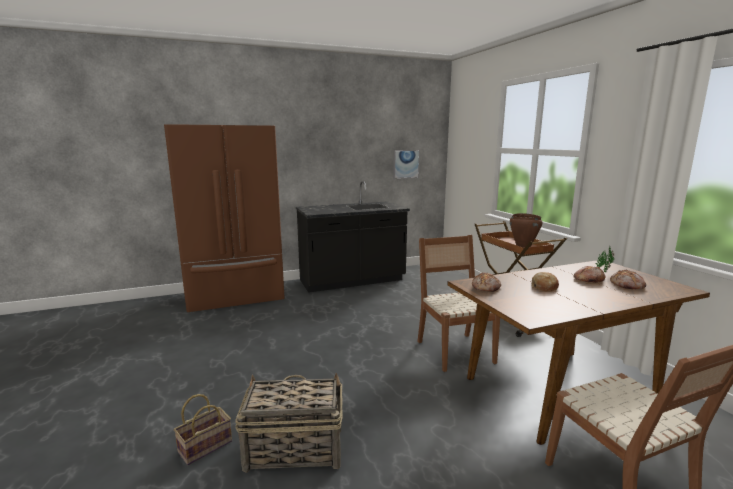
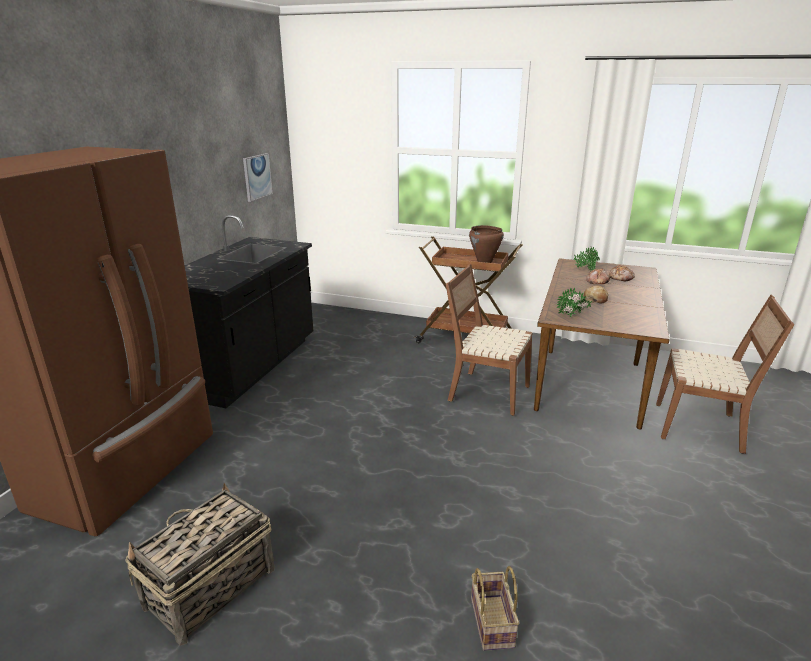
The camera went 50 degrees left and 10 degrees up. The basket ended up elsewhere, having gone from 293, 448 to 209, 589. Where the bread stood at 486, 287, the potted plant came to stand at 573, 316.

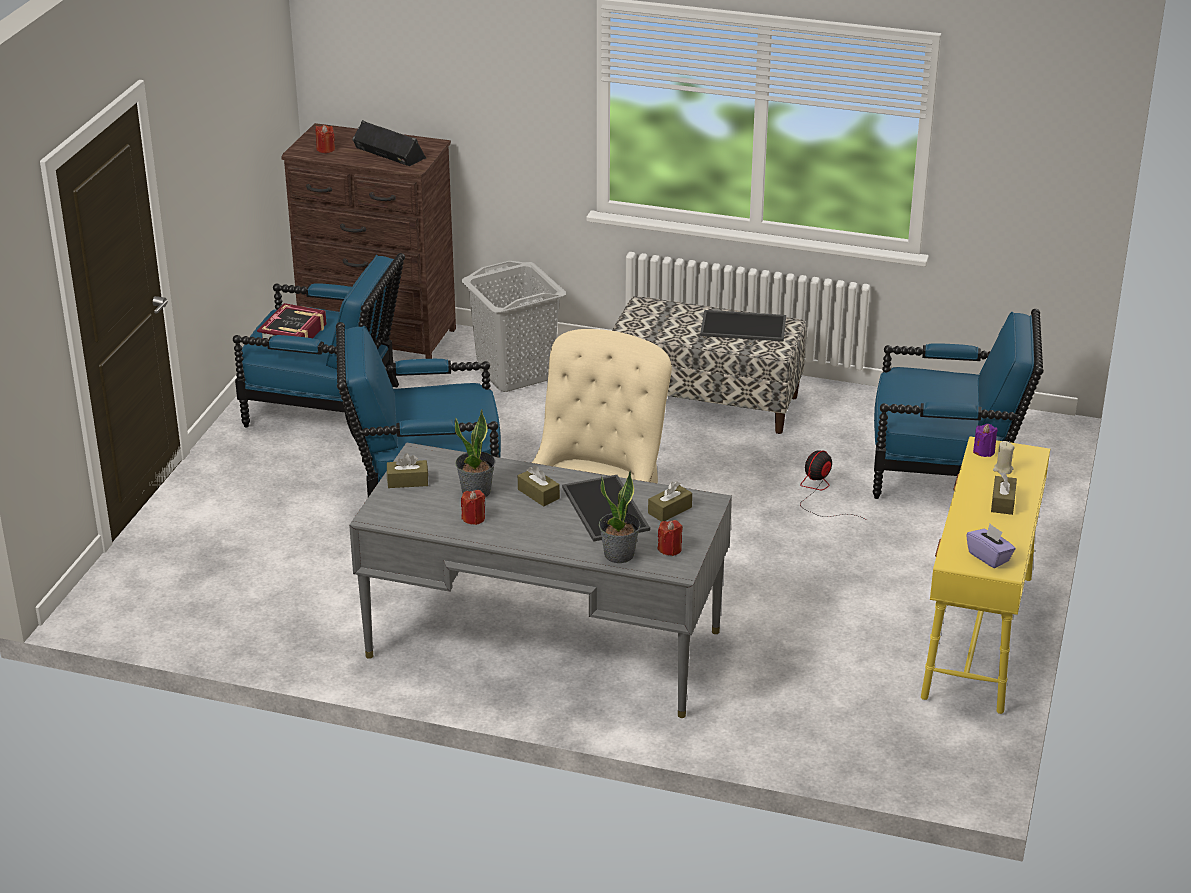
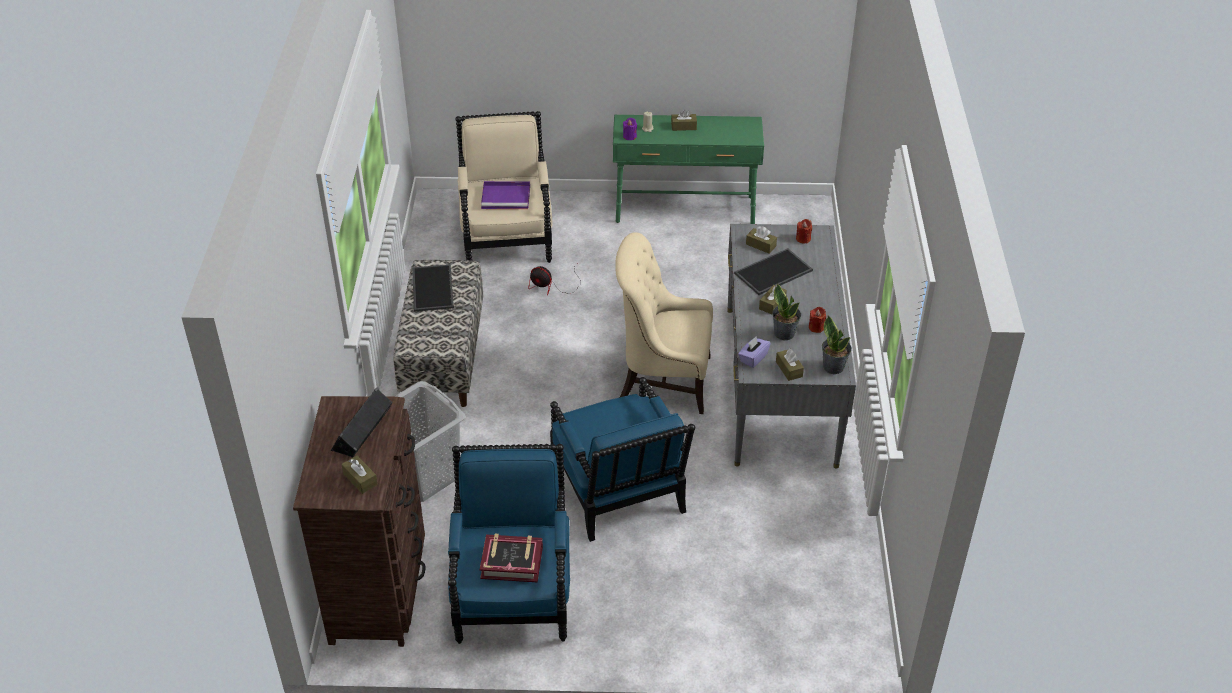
The camera went 105 degrees left and 10 degrees up. The second view gained the purple tray at 507, 197. The potted plant ended up elsewhere, having gone from 619, 555 to 833, 366. The purple tissue box ended up elsewhere, having gone from 989, 557 to 753, 358. Where the red candle stood at 325, 149, the brown tissue box came to stand at 360, 479. What was the blue armchair at 947, 472 turned into the beige armchair at 507, 234. What was the yellow console table at 976, 637 turned into the green console table at 685, 210.

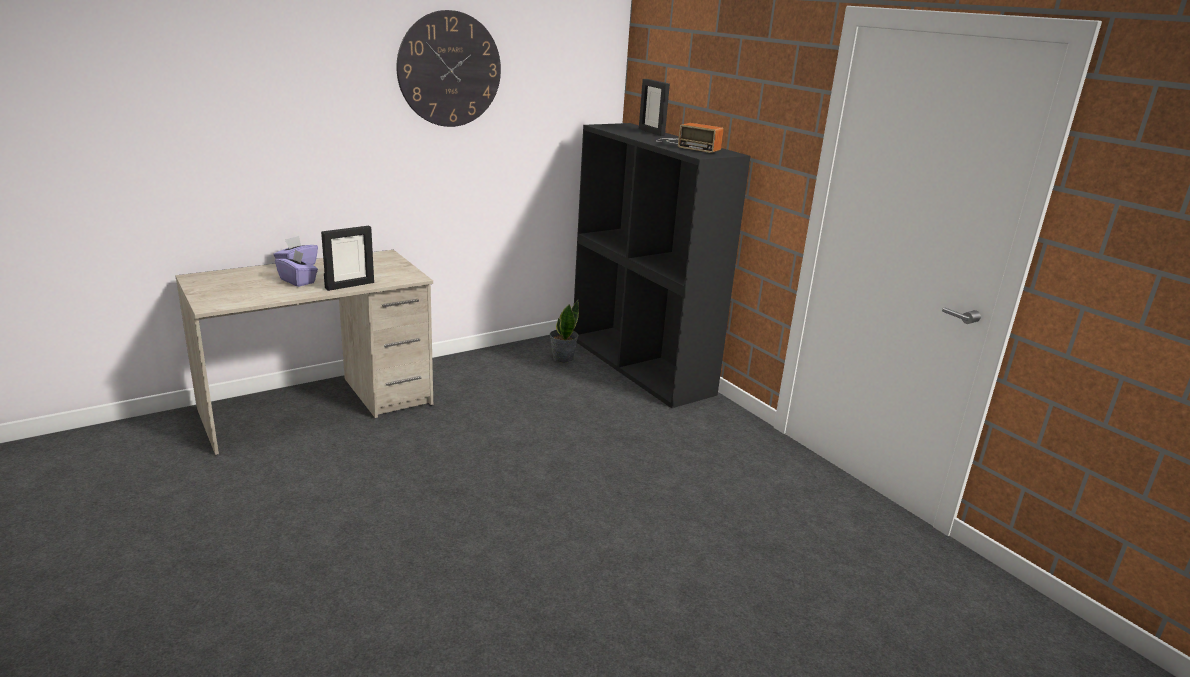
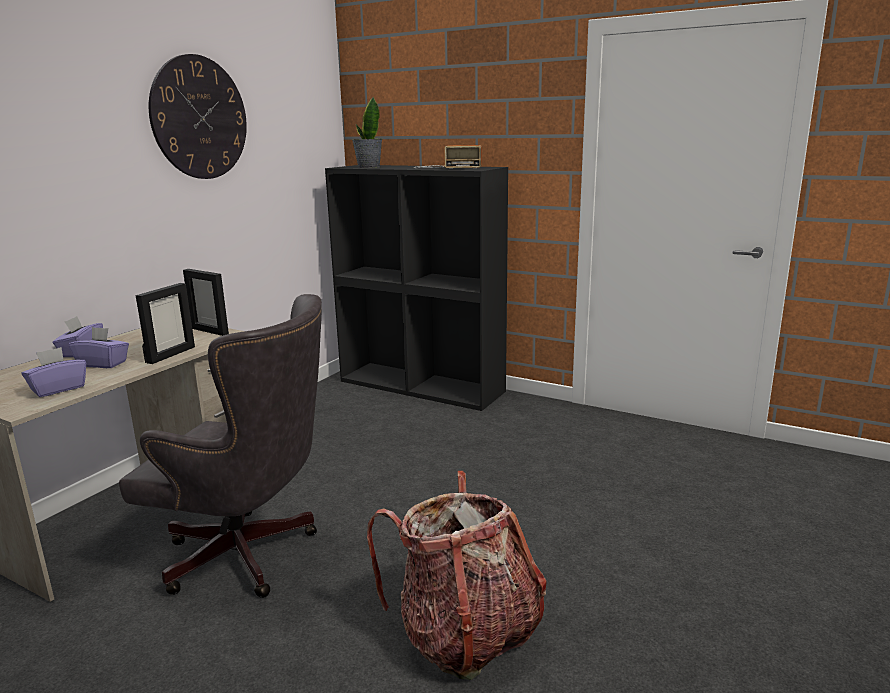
The camera went 25 degrees left and 5 degrees down. The second view gained the purple tissue box at 58, 389. The second view gained the grey office chair at 248, 556. The second view gained the backpack at 465, 634. The potted plant ended up elsewhere, having gone from 562, 358 to 368, 167. The picture frame ended up elsewhere, having gone from 652, 132 to 210, 331.

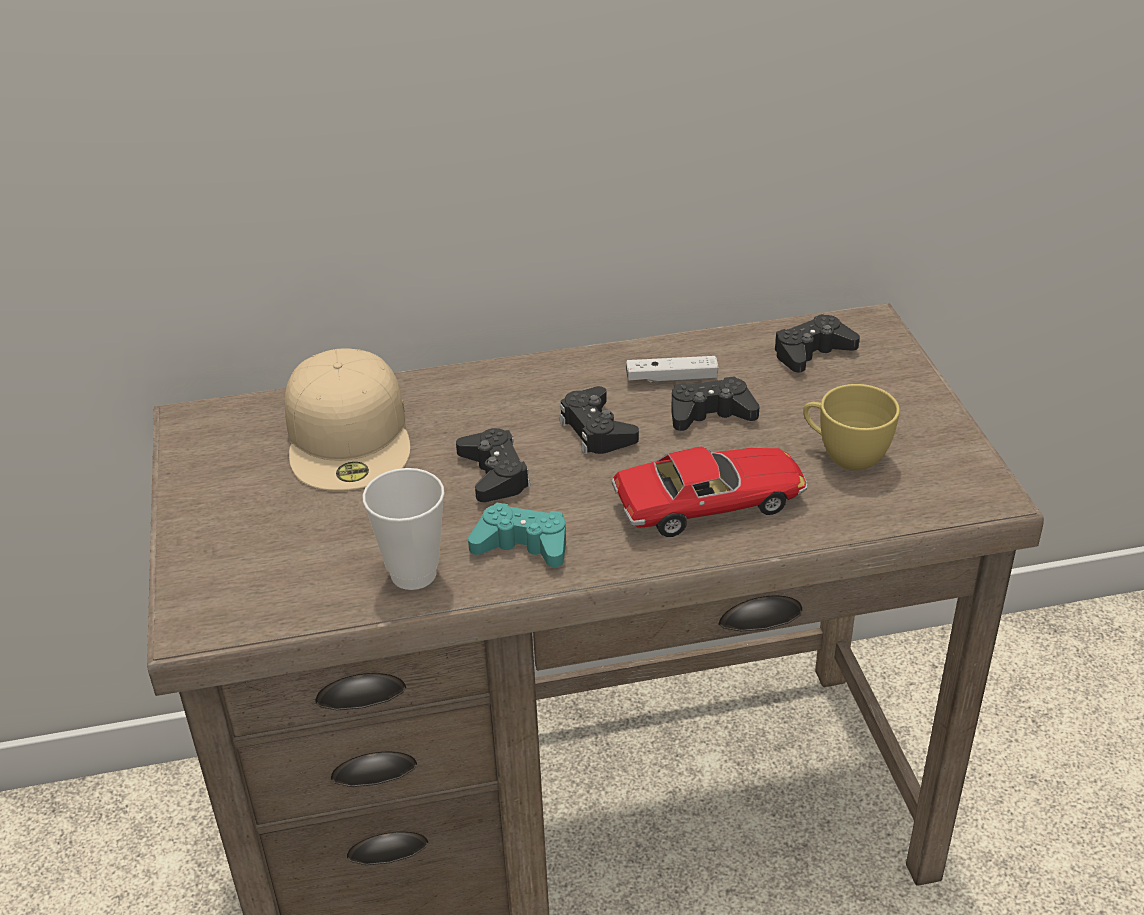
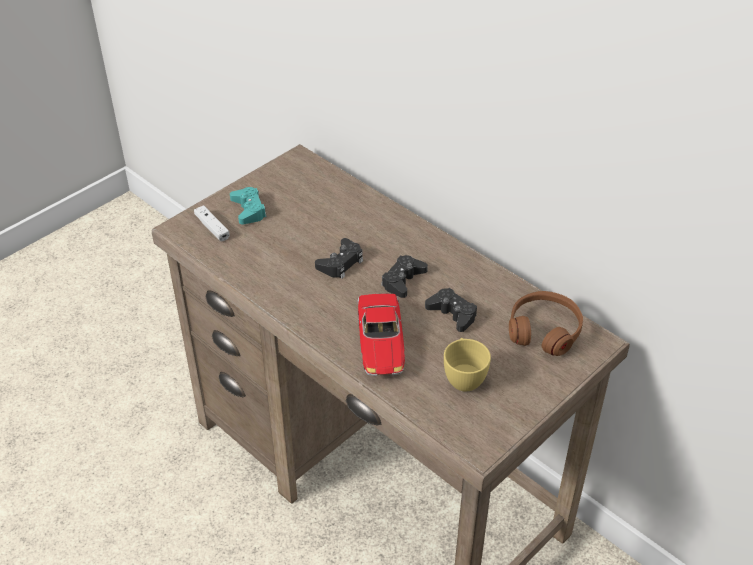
The camera went 55 degrees right and 5 degrees up. The second view lost the beige cap at 350, 436. The second view lost the cup at 413, 574. The turquoise game controller ended up elsewhere, having gone from 522, 545 to 249, 210. The white game controller ended up elsewhere, having gone from 671, 379 to 212, 228. Where the black game controller stood at 812, 352, the brown headphones came to stand at 544, 330. The toy car at 710, 504 ended up facing another way, 45 degrees clockwise from before.

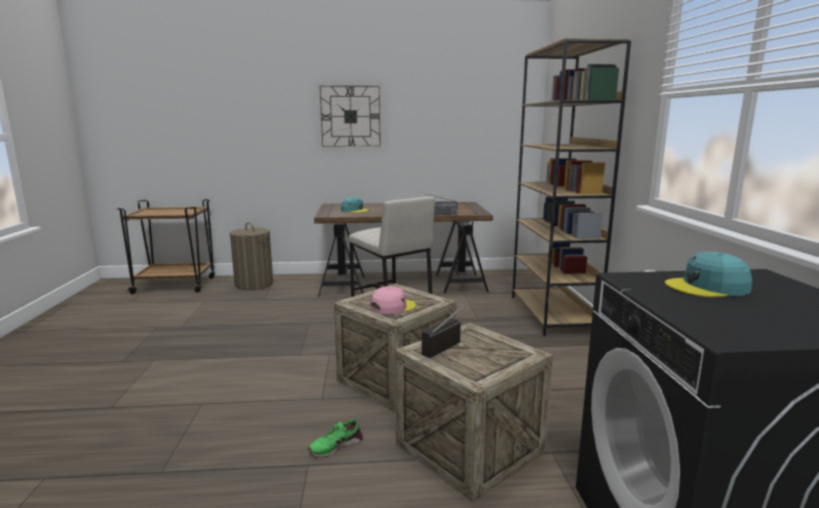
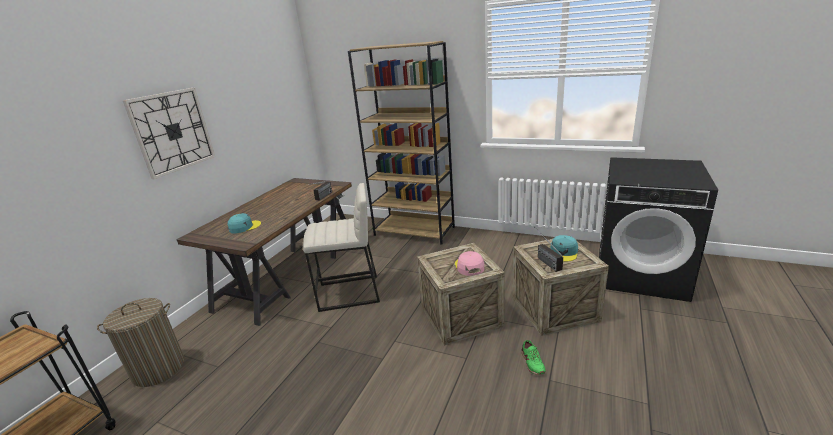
The camera went 60 degrees left and 10 degrees up. The turquoise cap ended up elsewhere, having gone from 707, 287 to 563, 252.

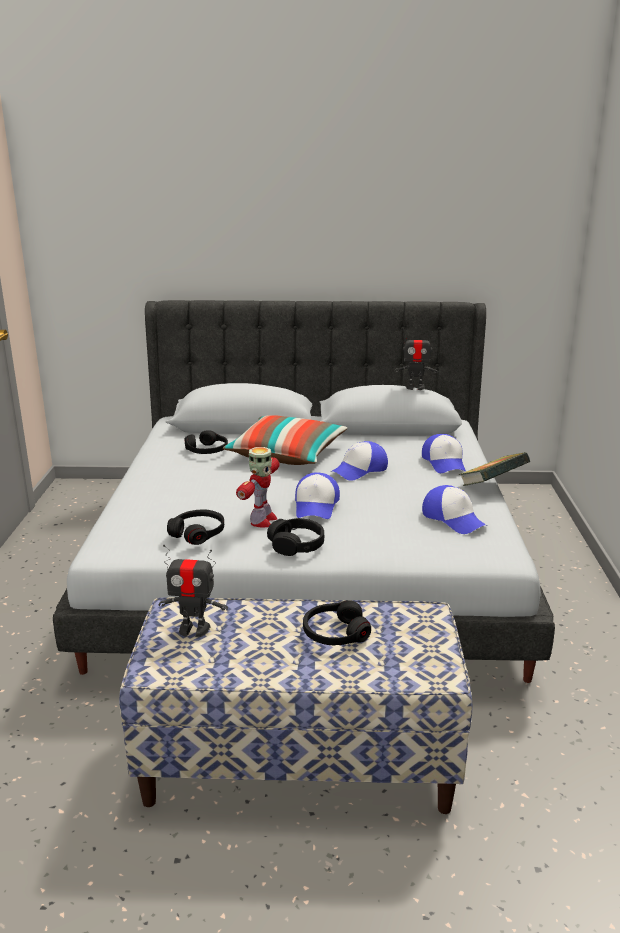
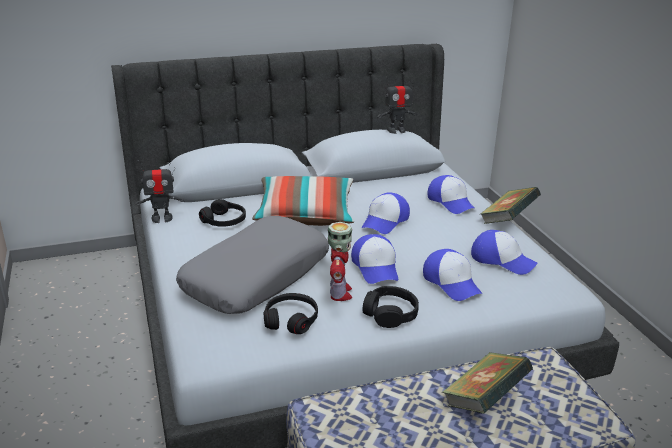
The camera went 20 degrees left and 5 degrees up. The second view gained the grey pillow at 256, 277. The second view gained the cap at 452, 282. The toy robot ended up elsewhere, having gone from 194, 629 to 162, 218. Where the black headphones stood at 335, 633, the book came to stand at 484, 401.

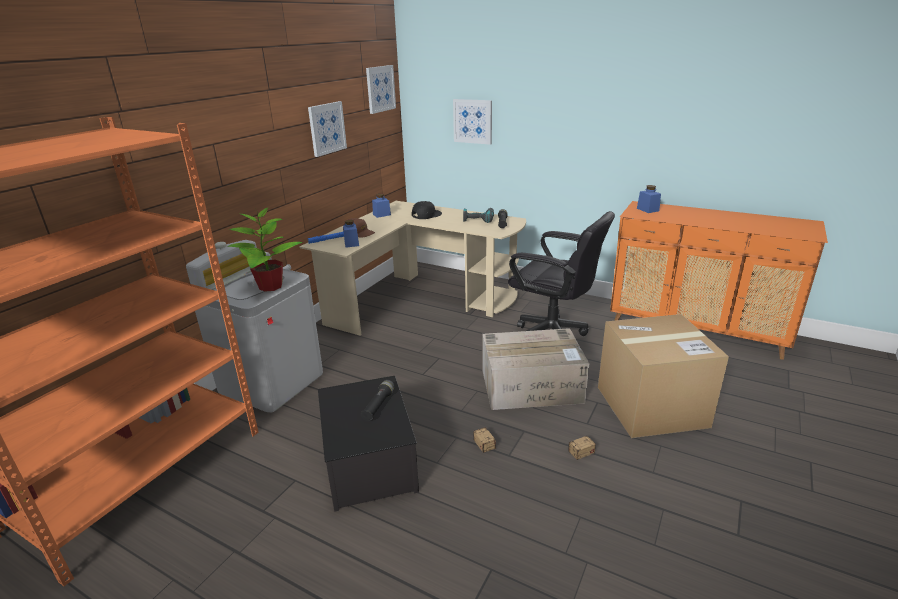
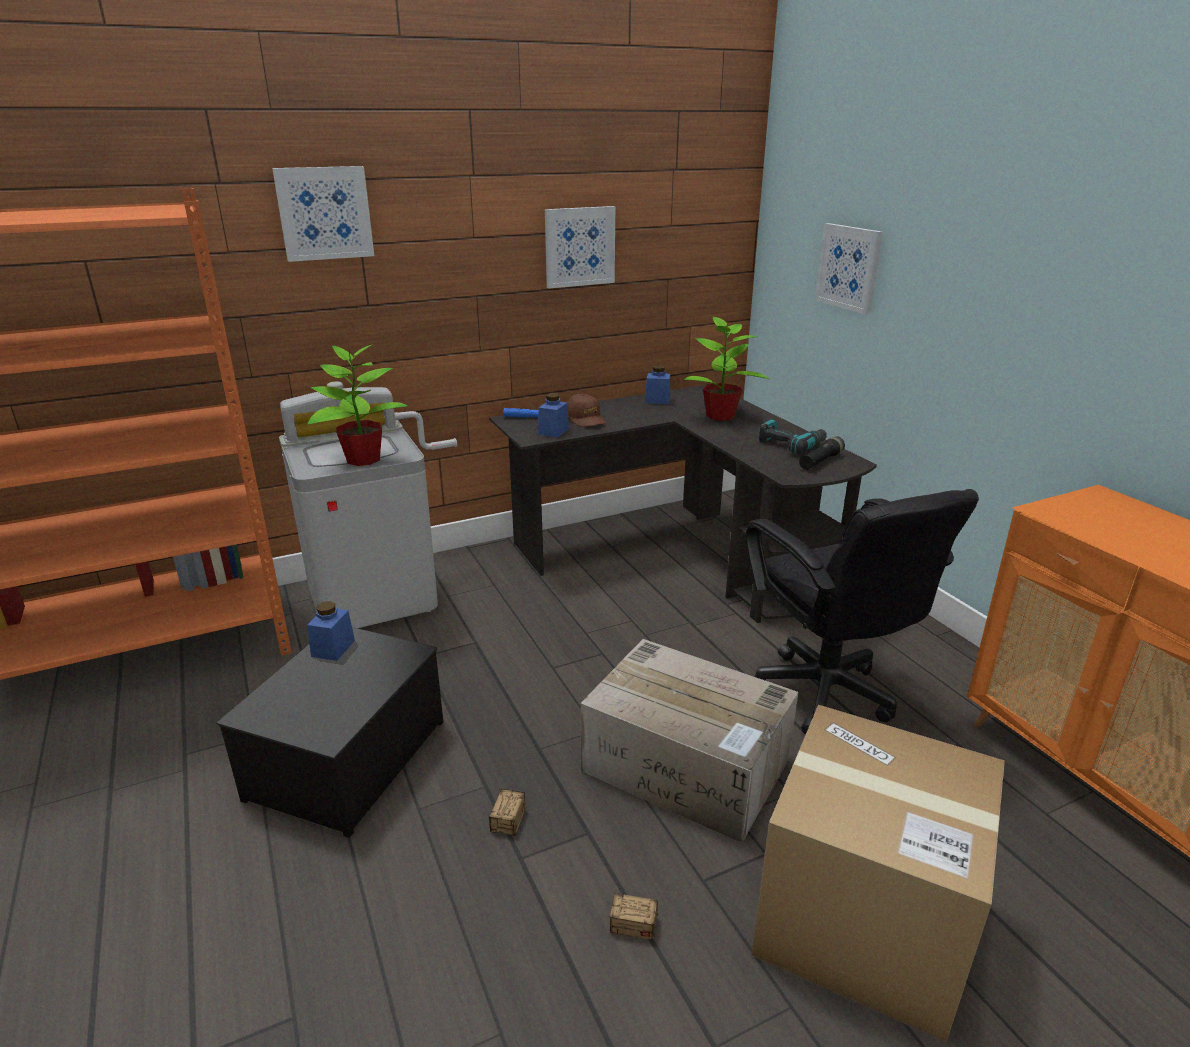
The camera went 35 degrees right and 0 degrees up. The second view lost the black flashlight at 378, 405. The picture ended up elsewhere, having gone from 380, 89 to 324, 213. The blue jar ended up elsewhere, having gone from 647, 209 to 333, 648. Where the black cap stood at 426, 214, the potted plant came to stand at 720, 416. What was the beige desk at 419, 299 turned into the black desk at 678, 553.

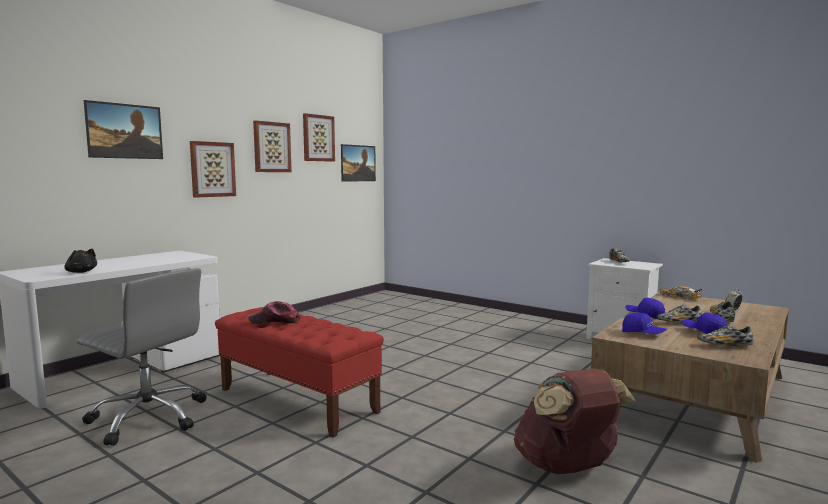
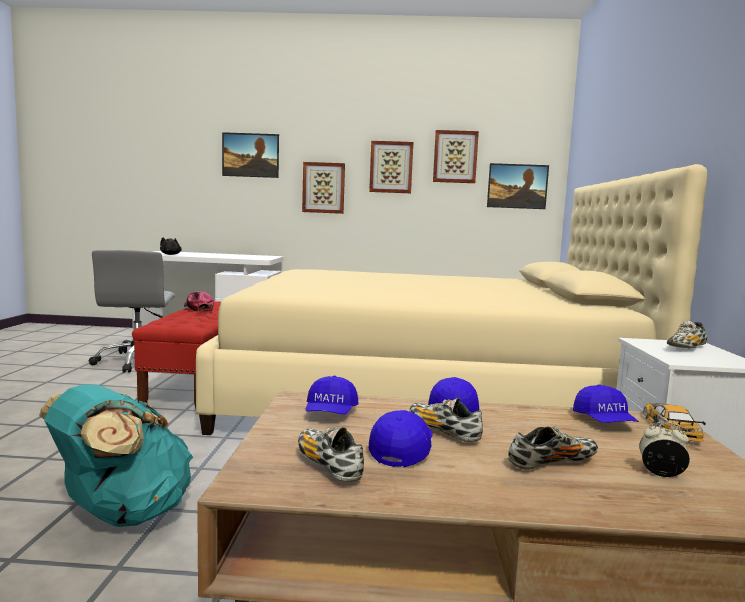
The camera went 55 degrees right and 0 degrees up. The second view gained the beige bed at 425, 397. The second view gained the blue cap at 604, 422. What was the brown backpack at 567, 467 turned into the turquoise backpack at 122, 514.

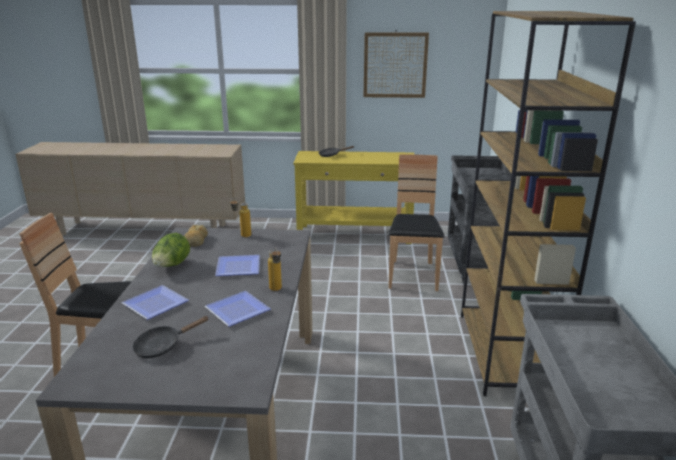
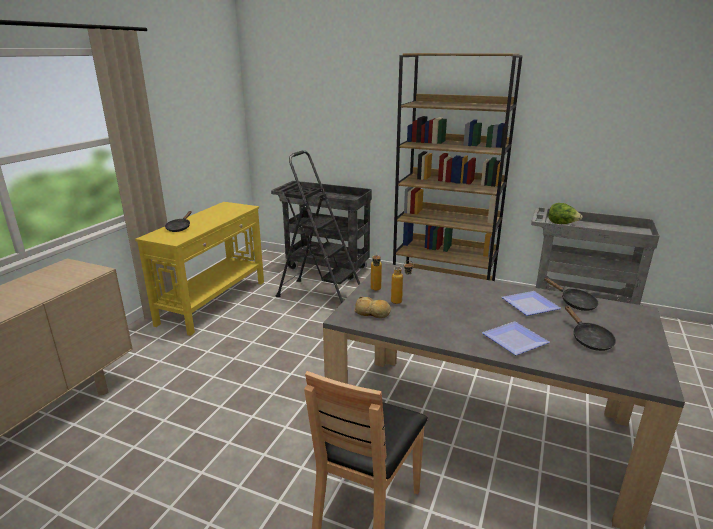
The camera went 70 degrees left and 0 degrees up. The second view lost the plate at 239, 268. The second view lost the picture at 395, 64. The second view gained the black frying pan at 574, 303. The lettuce ended up elsewhere, having gone from 172, 266 to 562, 224. The bottle ended up elsewhere, having gone from 276, 290 to 401, 301. Where the brown chair stood at 412, 275, the step ladder came to stand at 319, 295.

